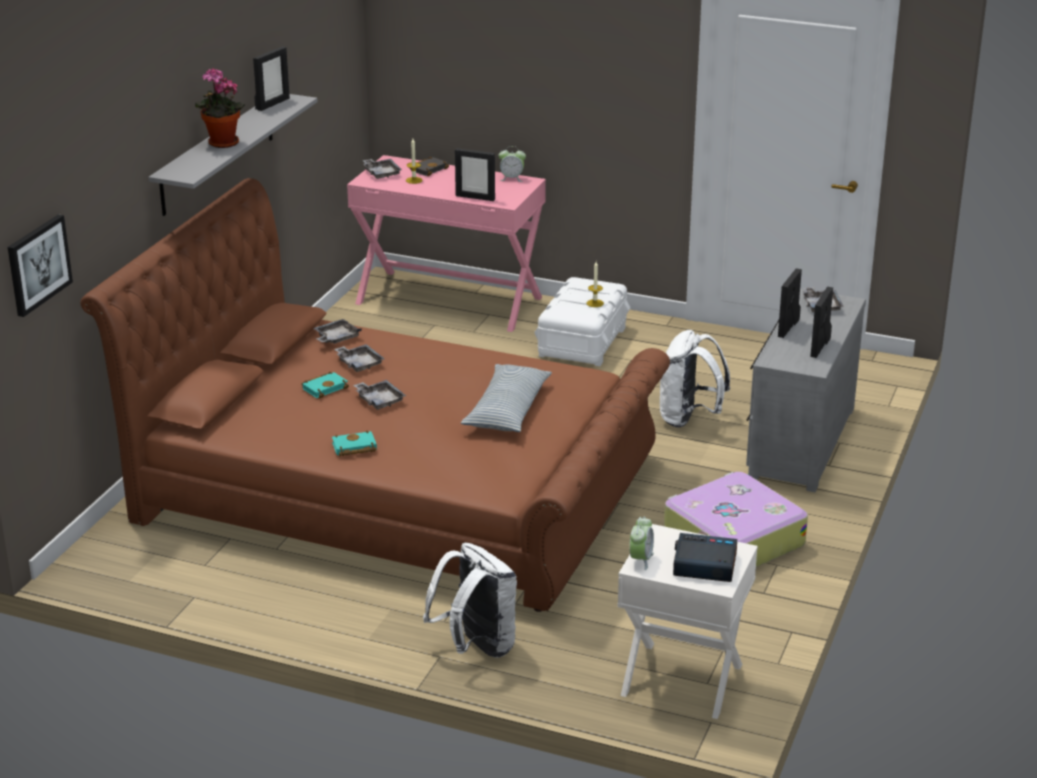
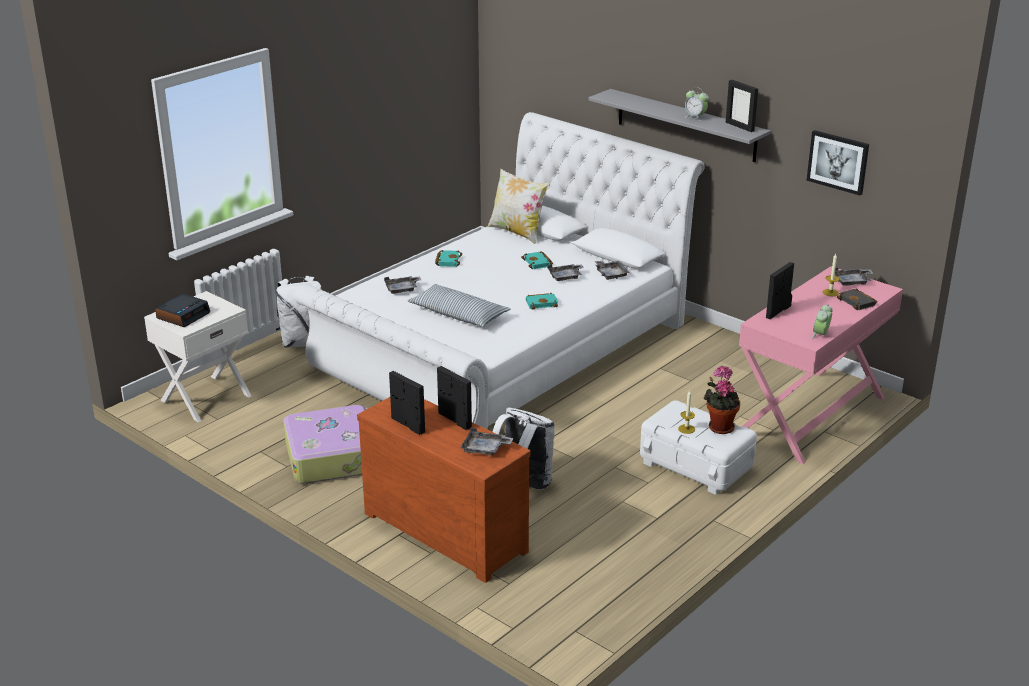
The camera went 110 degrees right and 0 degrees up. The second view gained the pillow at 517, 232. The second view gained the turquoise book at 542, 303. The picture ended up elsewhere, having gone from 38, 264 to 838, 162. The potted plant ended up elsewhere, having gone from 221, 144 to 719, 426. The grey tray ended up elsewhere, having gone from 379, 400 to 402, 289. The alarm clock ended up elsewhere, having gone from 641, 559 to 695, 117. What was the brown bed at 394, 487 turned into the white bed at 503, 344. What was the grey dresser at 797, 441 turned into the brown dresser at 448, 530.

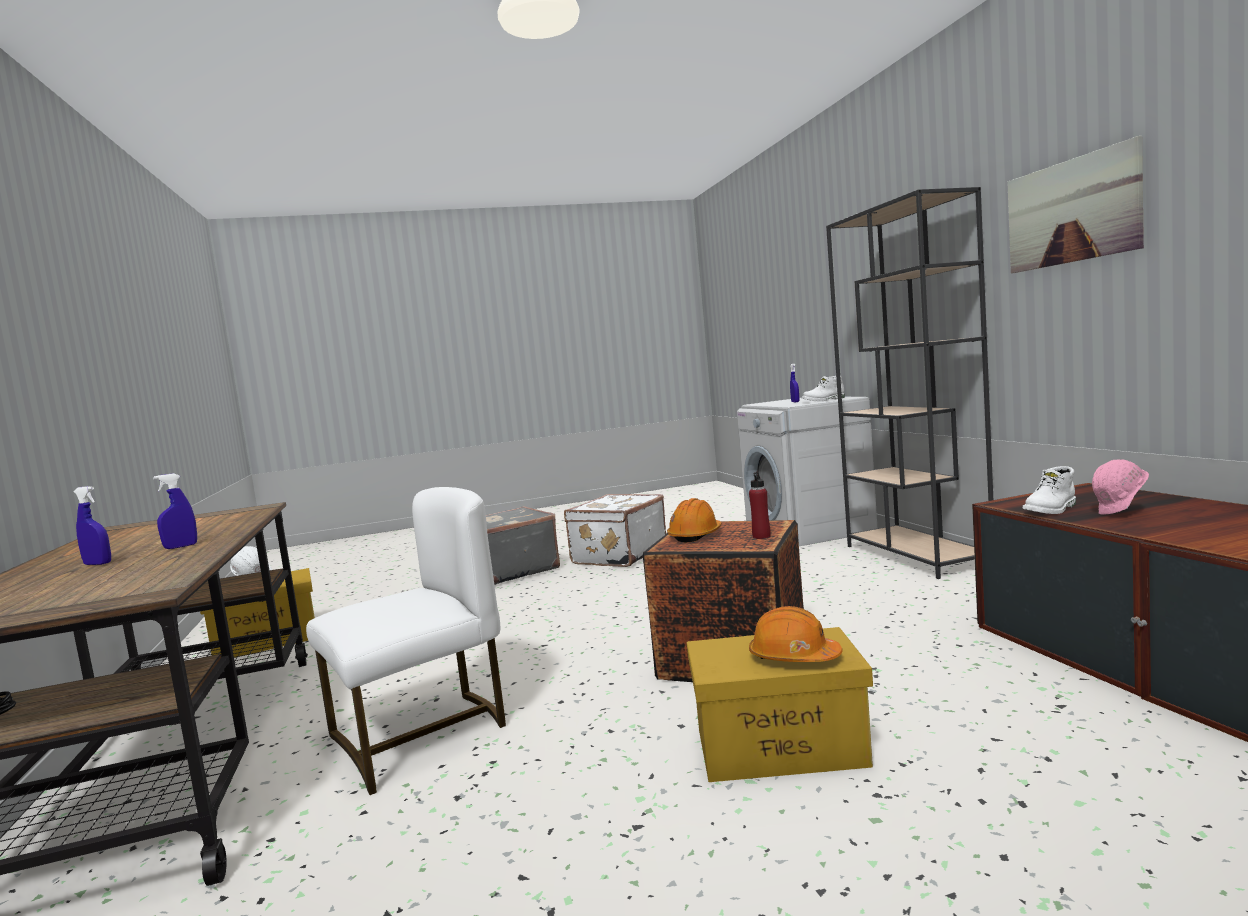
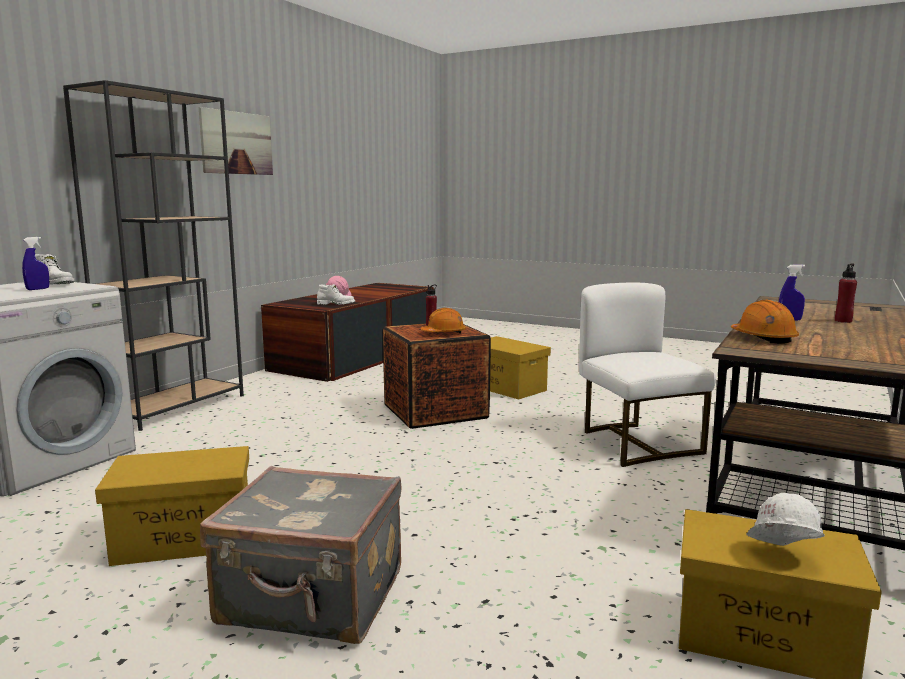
The camera went 135 degrees left and 5 degrees up. The orange hard hat ended up elsewhere, having gone from 793, 657 to 763, 338. Where the blue spray bottle stood at 98, 564, the red bottle came to stand at 843, 321. Where the white suitcase stood at 618, 555, the yellow storage box came to stand at 185, 538. The white chair at 422, 735 ended up facing another way, 60 degrees clockwise from before.

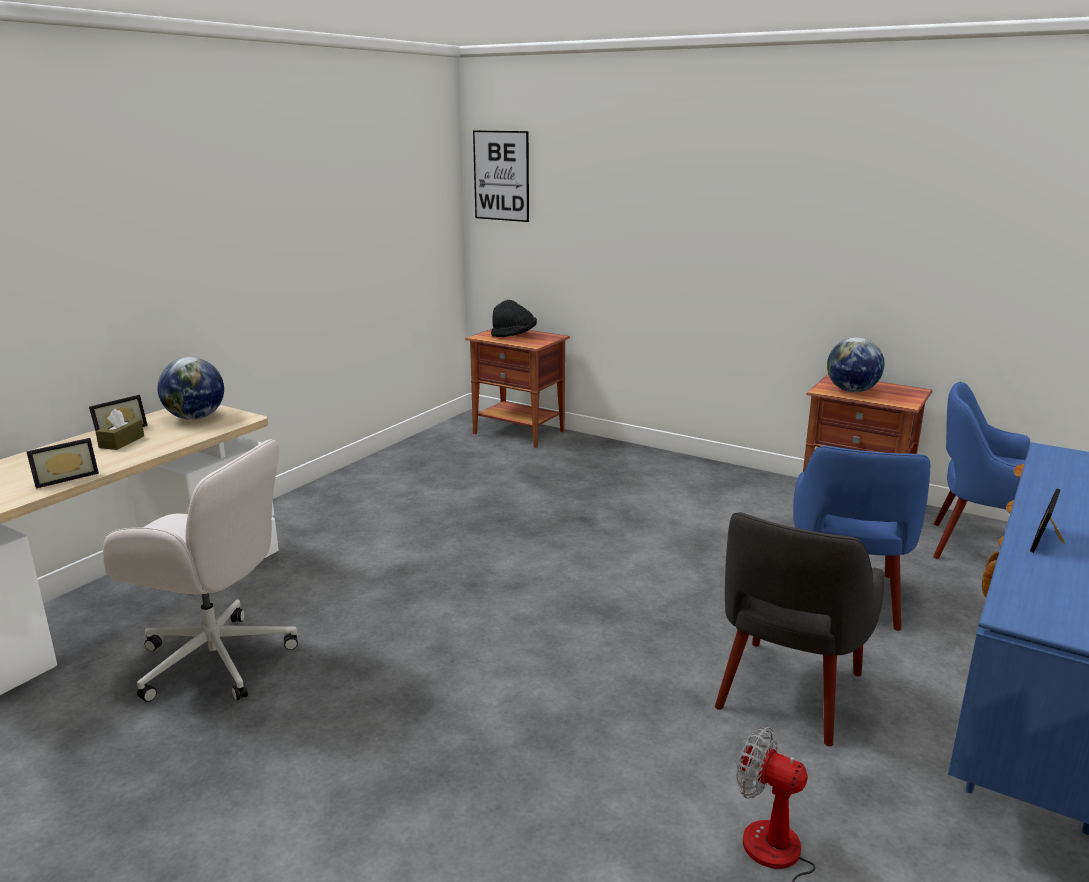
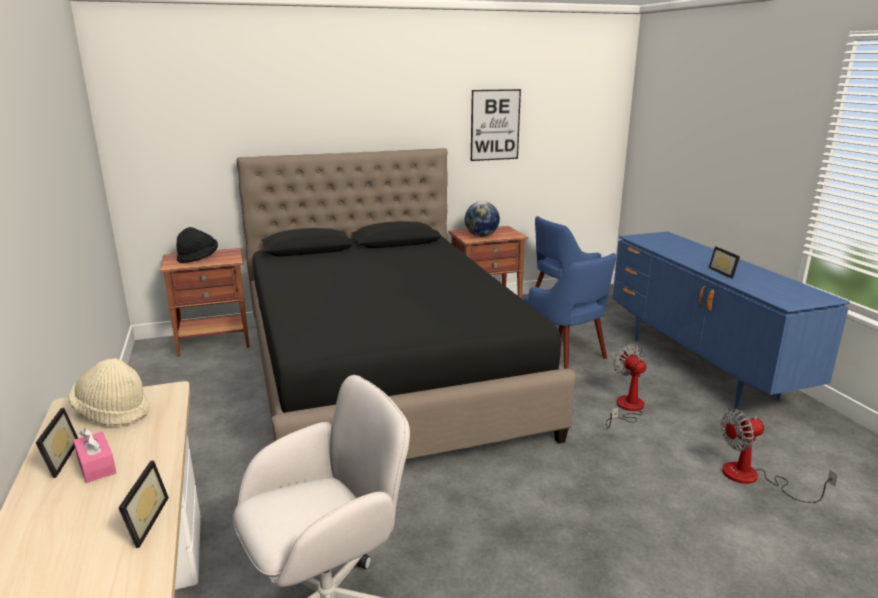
The camera went 50 degrees left and 0 degrees up. The second view gained the black bed at 385, 374. The picture ended up elsewhere, having gone from 501, 176 to 495, 125. Where the globe stood at 195, 418, the beige hat came to stand at 113, 412. Where the grey armchair stood at 788, 692, the fan came to stand at 627, 408. What was the brown tissue box at 121, 442 turned into the pink tissue box at 96, 465.

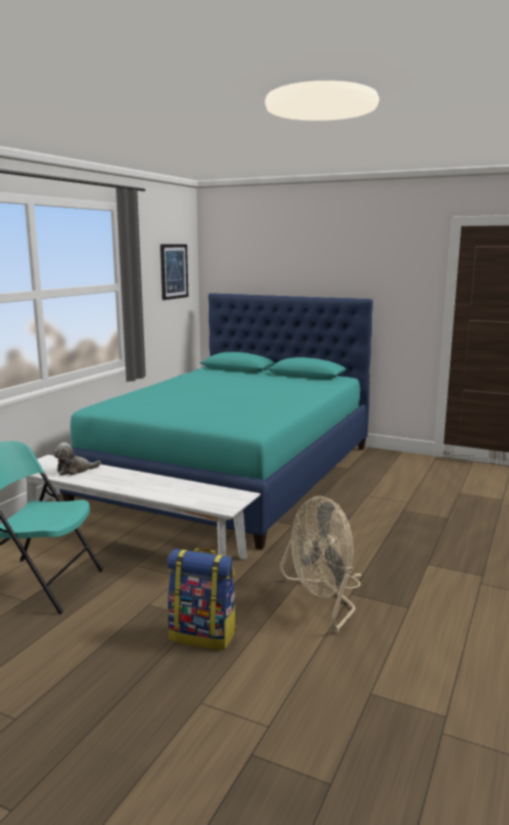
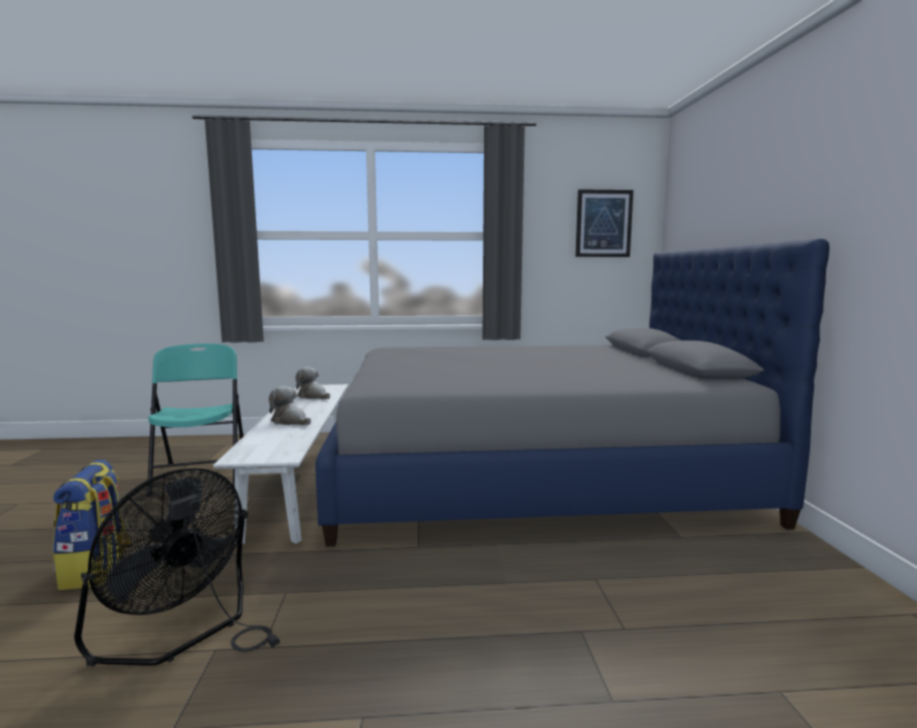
The camera went 60 degrees right and 5 degrees down. The second view gained the plush toy at 290, 421. What was the turquoise bed at 233, 473 turned into the grey bed at 533, 474. What was the beige fan at 326, 598 turned into the black fan at 195, 630.

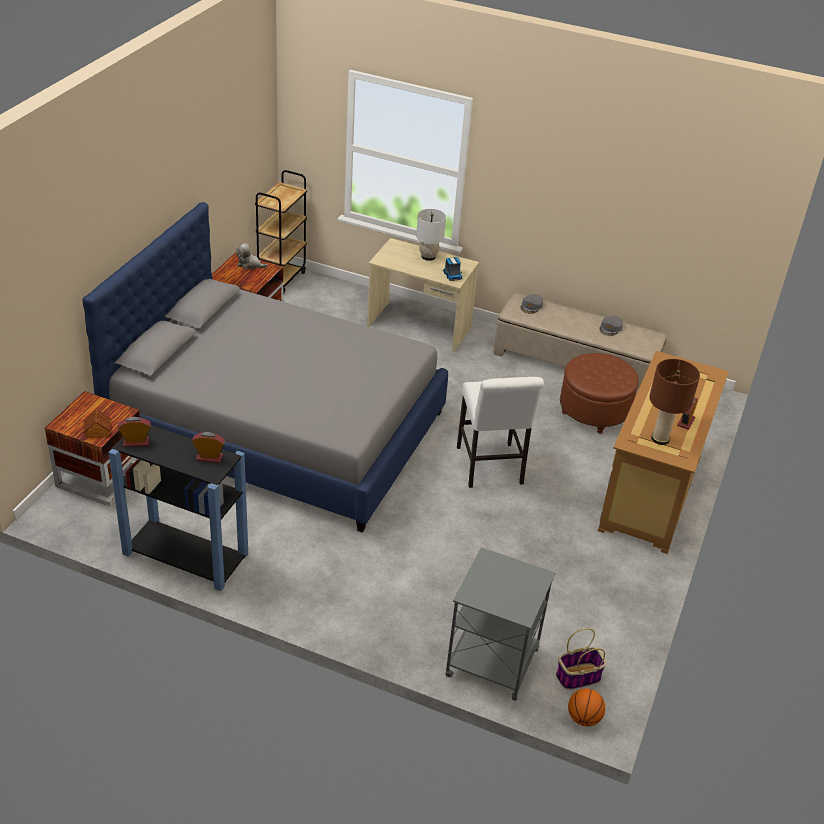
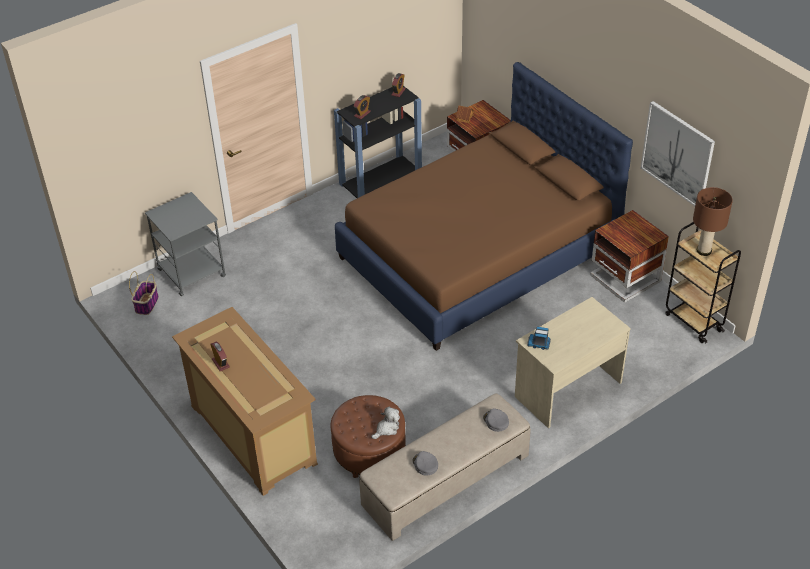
The camera went 125 degrees right and 5 degrees up. The second view lost the white table lamp at 428, 257. The second view lost the white stool at 490, 469. The second view lost the basketball at 583, 718. The second view gained the picture at 677, 154. The plush toy ended up elsewhere, having gone from 250, 264 to 387, 429. The brown table lamp ended up elsewhere, having gone from 660, 438 to 704, 250. What was the grey bed at 276, 426 turned into the brown bed at 478, 253.

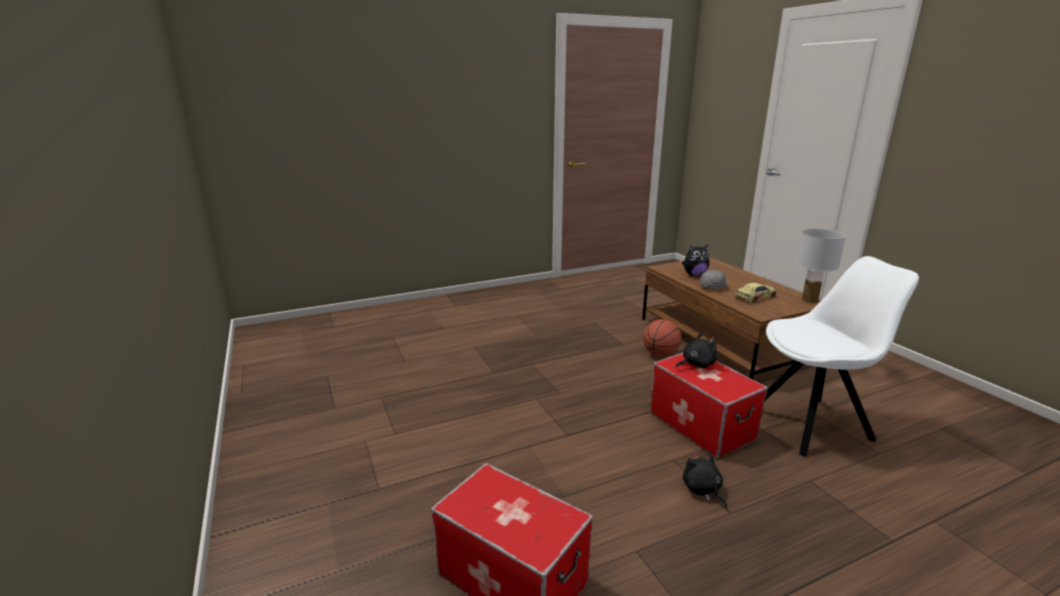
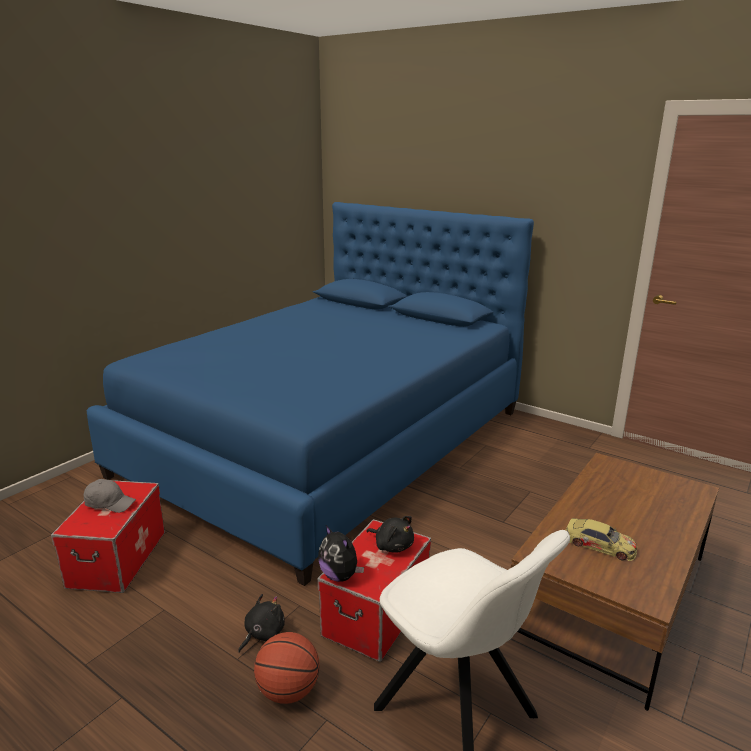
The camera went 60 degrees right and 0 degrees up. The second view lost the white table lamp at 809, 300. The second view gained the blue bed at 330, 441. The basketball ended up elsewhere, having gone from 660, 354 to 288, 691. The plush toy ended up elsewhere, having gone from 694, 275 to 340, 575. The grey cap ended up elsewhere, having gone from 713, 286 to 110, 503.

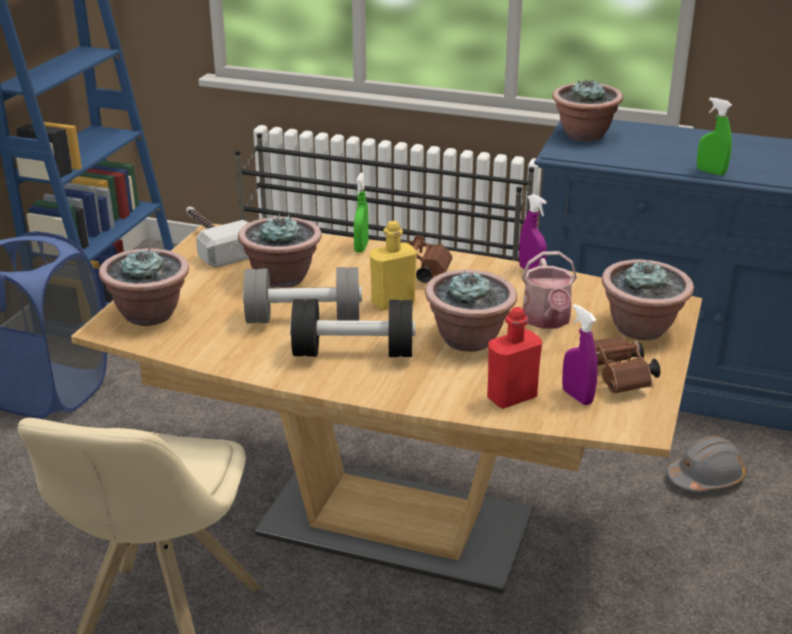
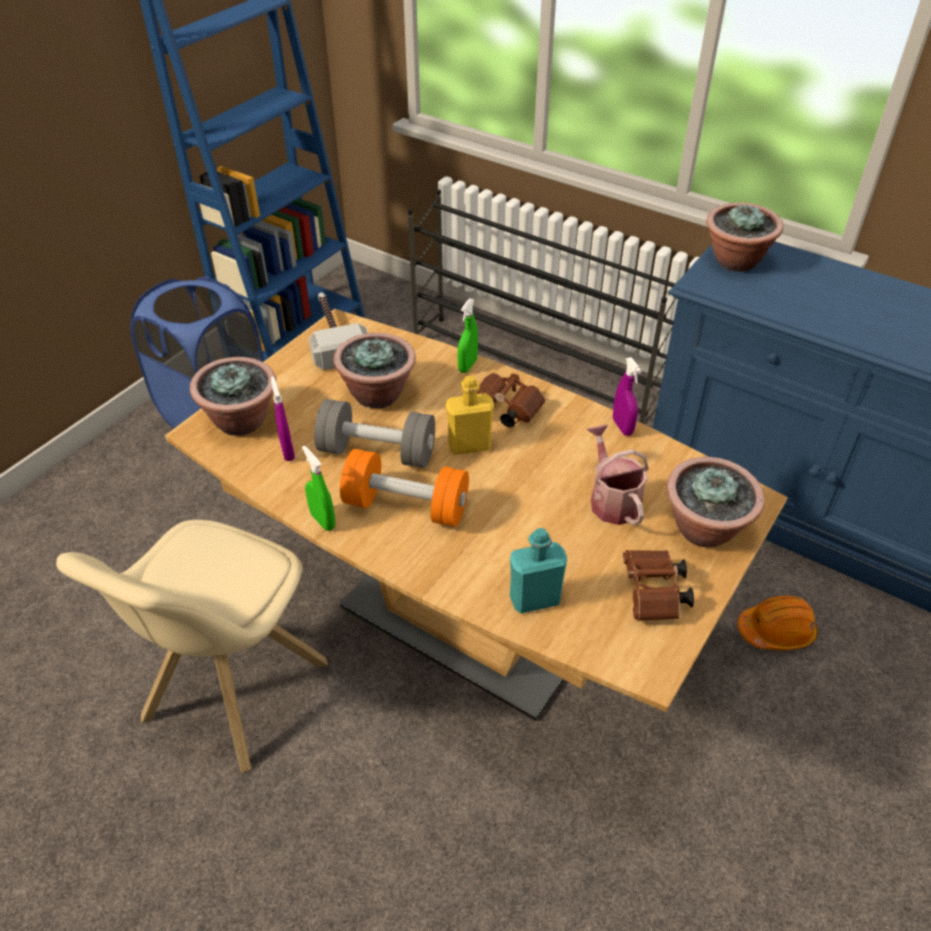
The camera went 15 degrees right and 15 degrees up. The second view lost the potted plant at 469, 339. The purple spray bottle ended up elsewhere, having gone from 577, 397 to 287, 451. The green spray bottle ended up elsewhere, having gone from 711, 172 to 322, 520. What was the black dumbbell at 353, 352 turned into the orange dumbbell at 406, 506. What was the red bottle at 511, 397 turned into the turquoise bottle at 534, 599. What was the grey hard hat at 705, 478 turned into the orange hard hat at 776, 631. The watering can at 547, 320 ended up facing another way, 150 degrees clockwise from before.

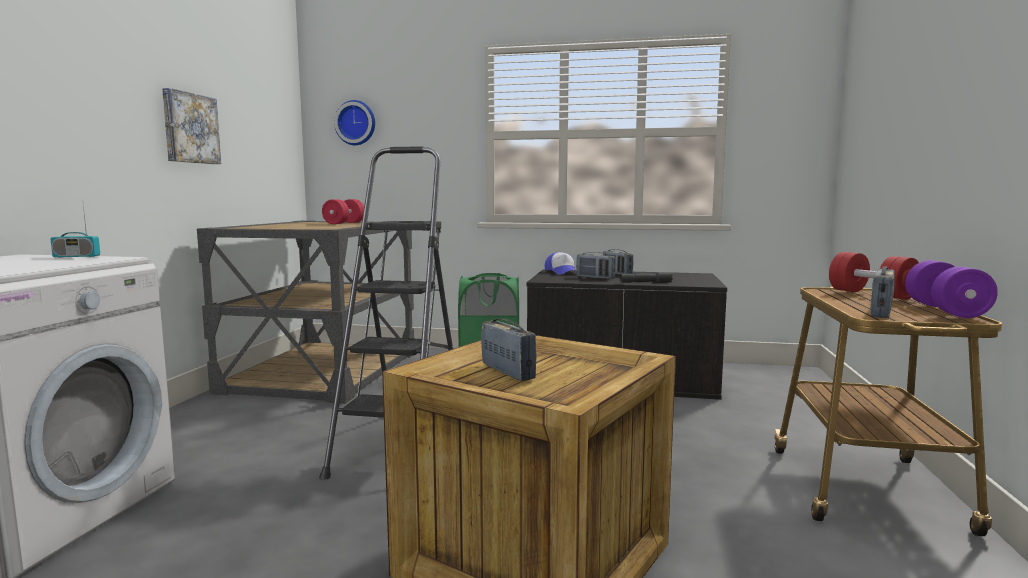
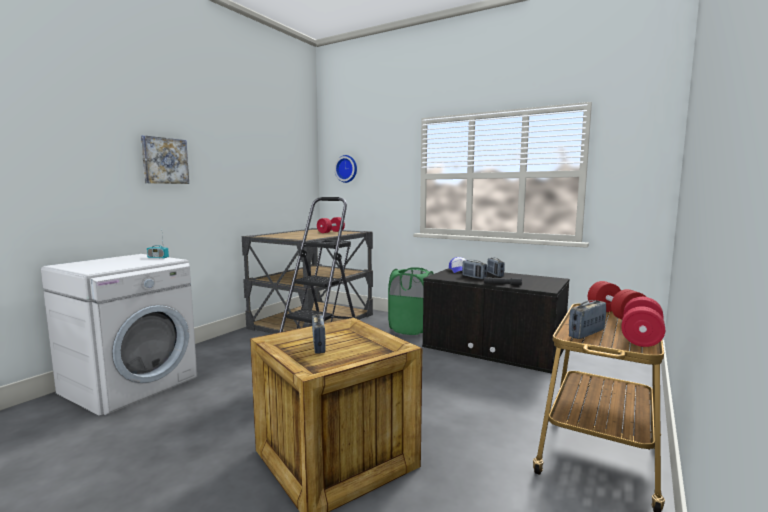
The camera went 20 degrees right and 0 degrees up. The picture ended up elsewhere, having gone from 189, 128 to 164, 161. What was the purple dumbbell at 945, 310 turned into the red dumbbell at 641, 337.

